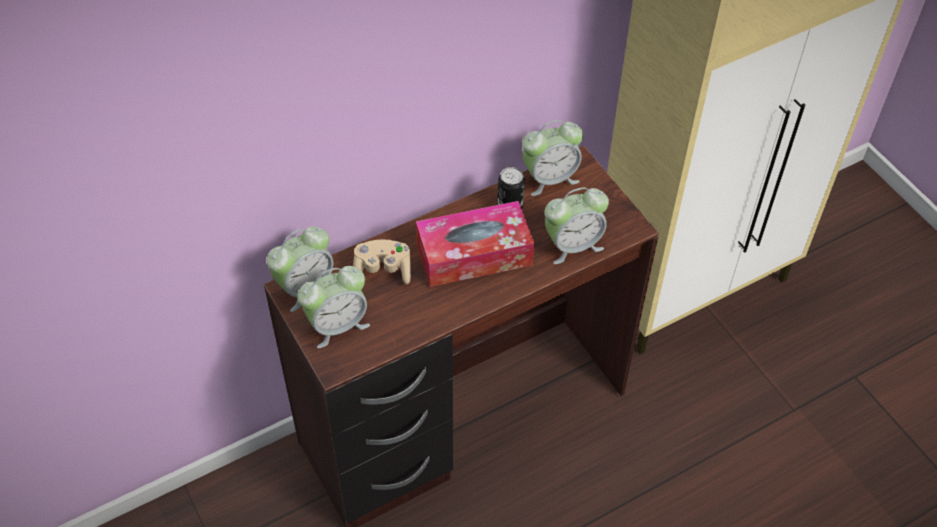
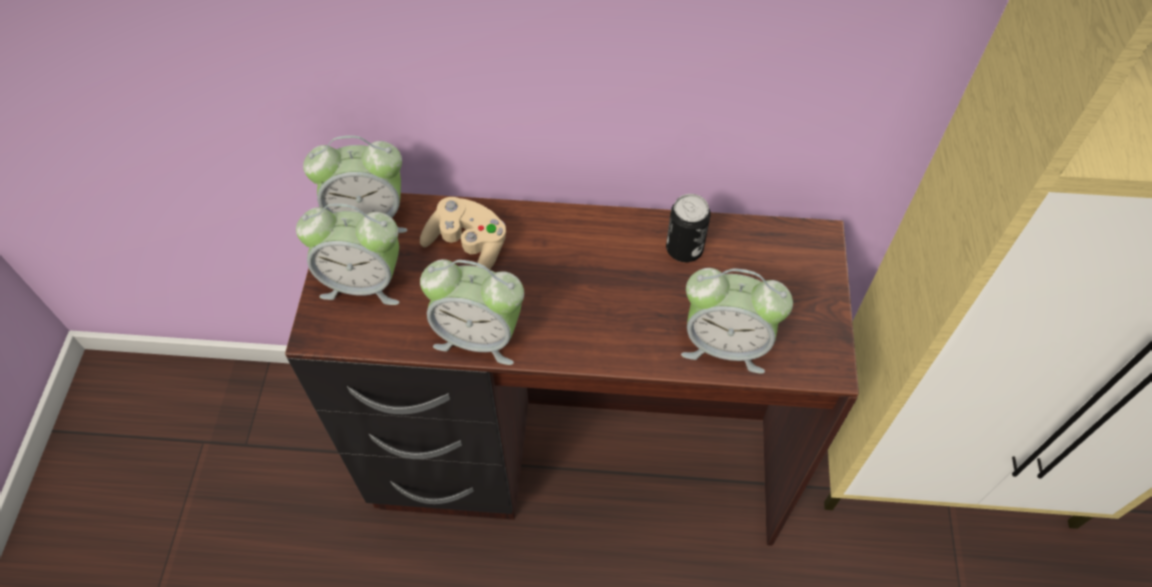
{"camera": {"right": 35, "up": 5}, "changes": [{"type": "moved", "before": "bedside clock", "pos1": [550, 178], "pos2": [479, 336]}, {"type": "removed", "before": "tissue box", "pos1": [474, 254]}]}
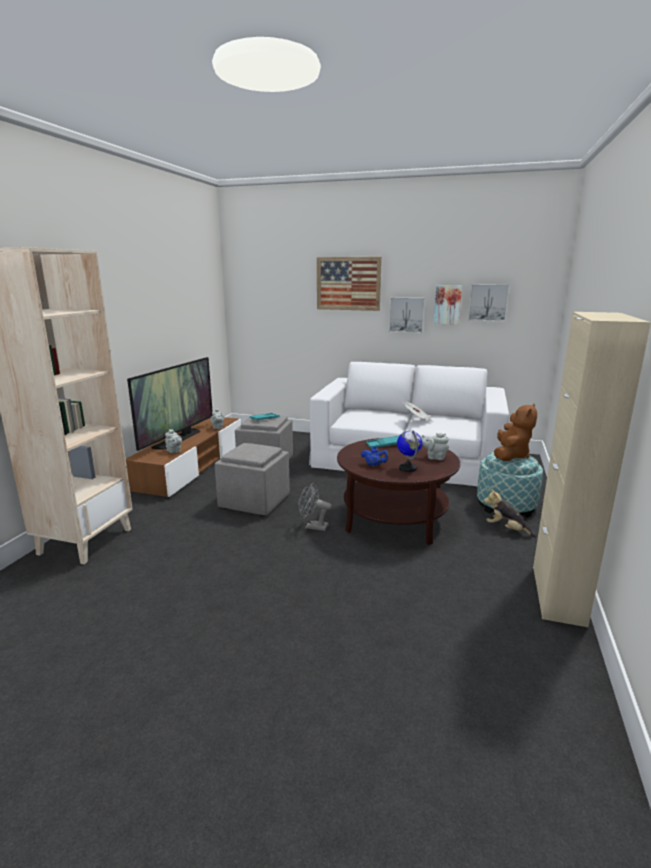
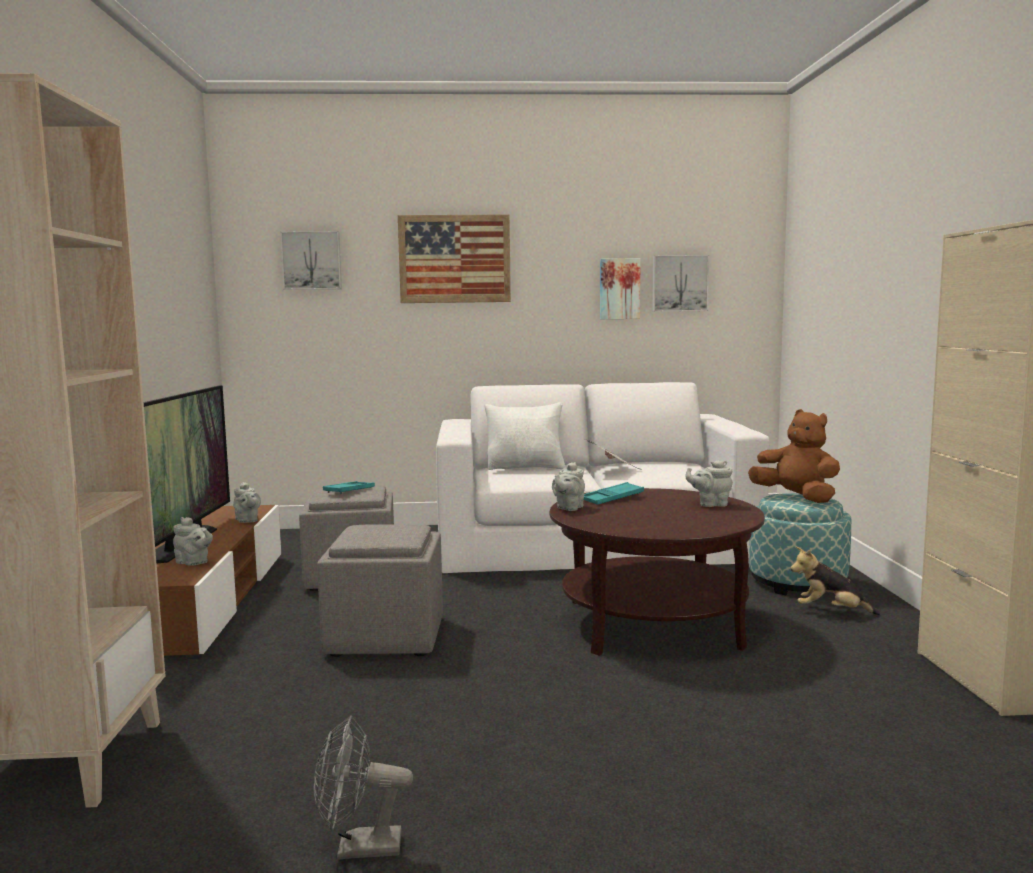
{"camera": {"right": -20, "up": -10}, "changes": [{"type": "moved", "before": "wall art", "pos1": [406, 314], "pos2": [312, 260]}, {"type": "turned", "before": "brown cuddly toy", "pos1": [511, 455], "pos2": [796, 498], "turn": -45}, {"type": "removed", "before": "desk globe", "pos1": [407, 468]}, {"type": "removed", "before": "blue pot for tea", "pos1": [374, 465]}, {"type": "moved", "before": "greyish cooling fan", "pos1": [313, 526], "pos2": [358, 849]}, {"type": "added", "after": "white cushion", "pos2": [525, 468]}, {"type": "added", "after": "greyish pot for tea", "pos2": [568, 508]}]}
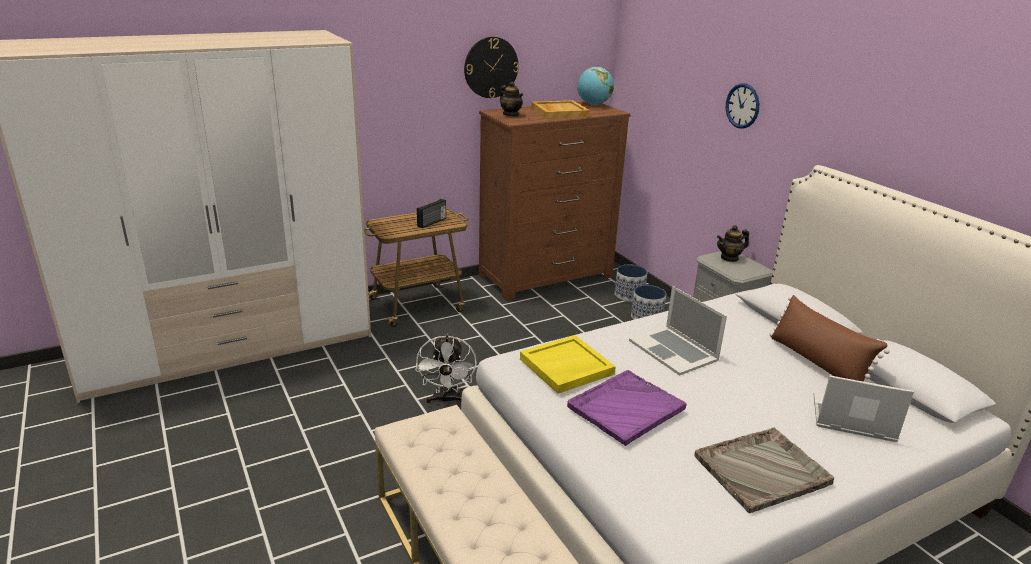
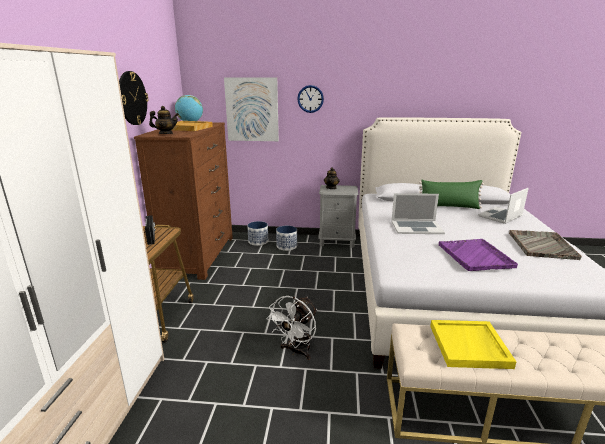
{"camera": {"right": -55, "up": -5}, "changes": [{"type": "recoloured", "before": "brown cushion", "after": "green cushion", "pos1": [817, 363], "pos2": [448, 206]}, {"type": "turned", "before": "white cooling fan", "pos1": [447, 400], "pos2": [296, 351], "turn": 90}, {"type": "moved", "before": "yellowish carrying tray", "pos1": [566, 367], "pos2": [470, 346]}, {"type": "added", "after": "wall art", "pos2": [252, 110]}]}
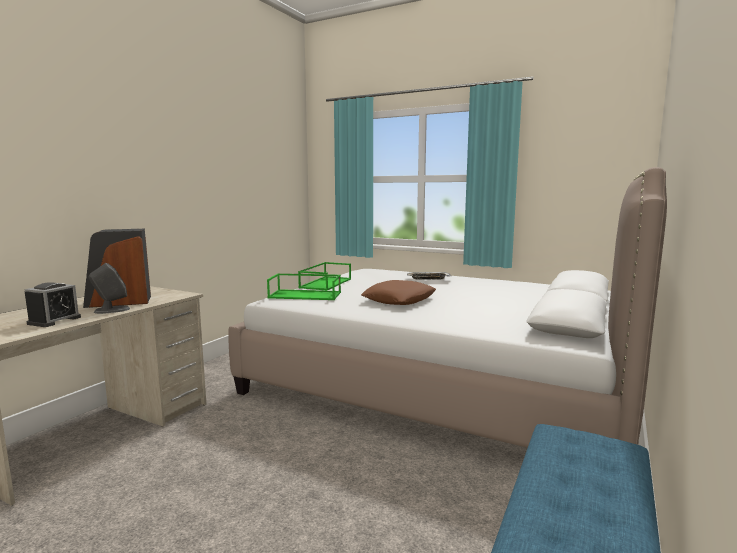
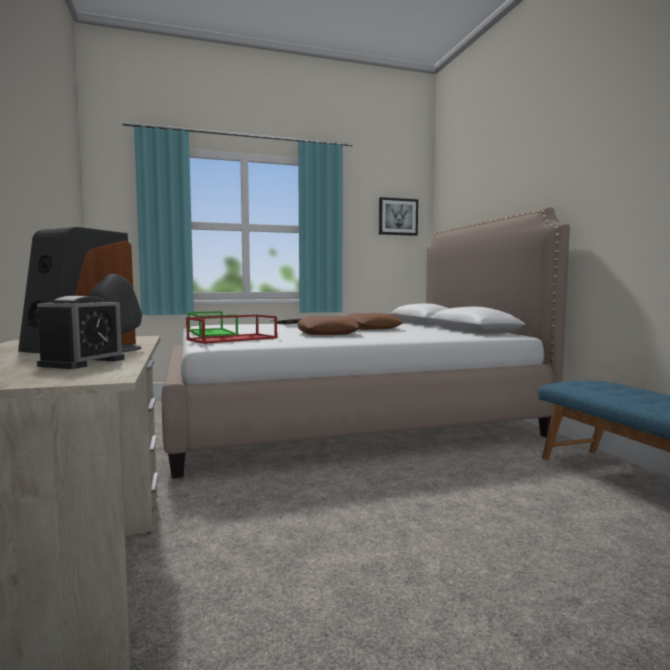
{"camera": {"right": -45, "up": -5}, "changes": [{"type": "recoloured", "before": "green carrying tray", "after": "reddish carrying tray", "pos1": [306, 295], "pos2": [233, 339]}, {"type": "turned", "before": "bedside clock", "pos1": [54, 320], "pos2": [82, 362], "turn": 45}, {"type": "added", "after": "wall art", "pos2": [397, 217]}, {"type": "added", "after": "brown cushion", "pos2": [370, 328]}]}
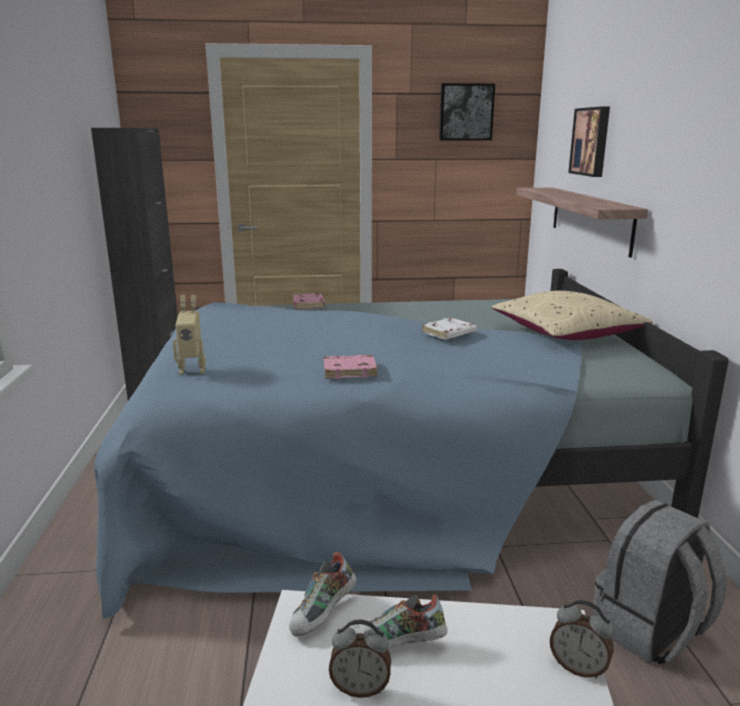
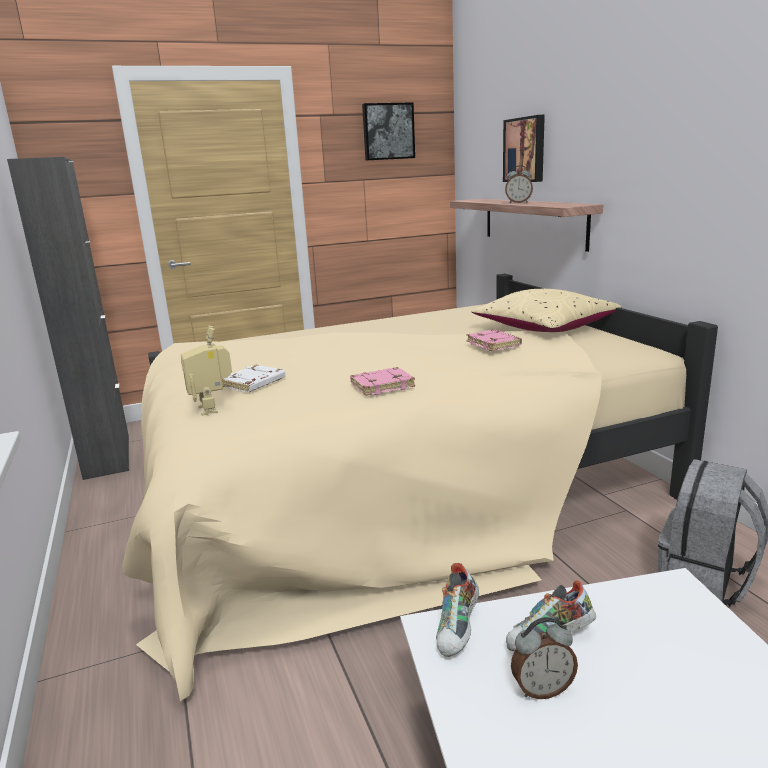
{"camera": {"right": -15, "up": 0}, "changes": [{"type": "recoloured", "before": "blue sleeping bed", "after": "beige-coloured sleeping bed", "pos1": [388, 470], "pos2": [396, 488]}, {"type": "moved", "before": "pink volume", "pos1": [309, 305], "pos2": [494, 344]}, {"type": "turned", "before": "robot figure", "pos1": [193, 369], "pos2": [213, 408], "turn": 90}, {"type": "moved", "before": "white volume", "pos1": [449, 333], "pos2": [254, 383]}, {"type": "moved", "before": "bedside clock", "pos1": [578, 667], "pos2": [518, 203]}]}
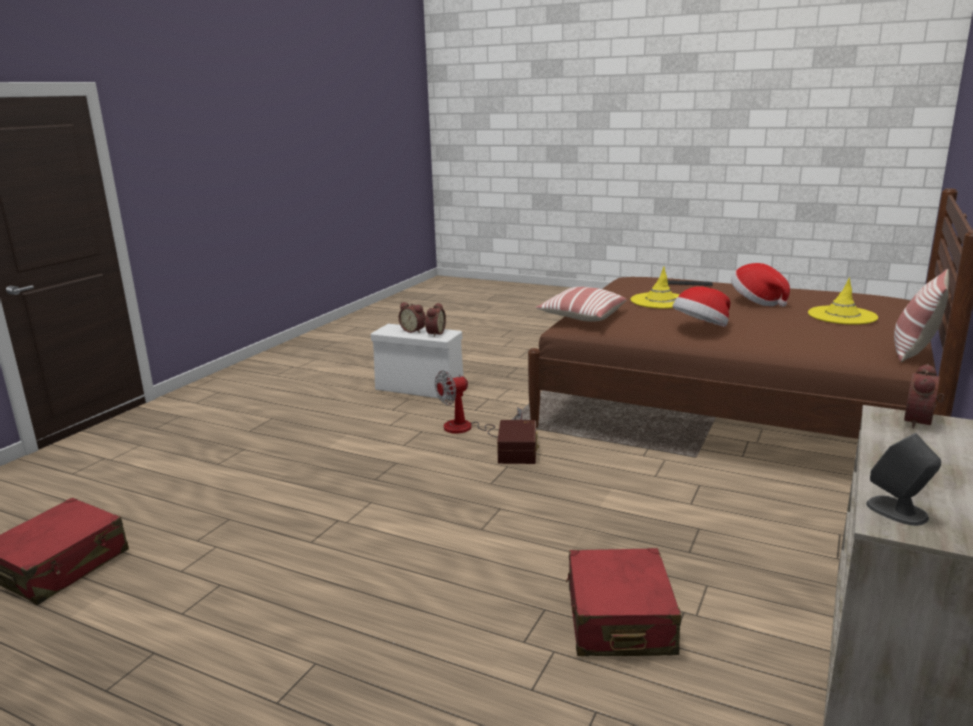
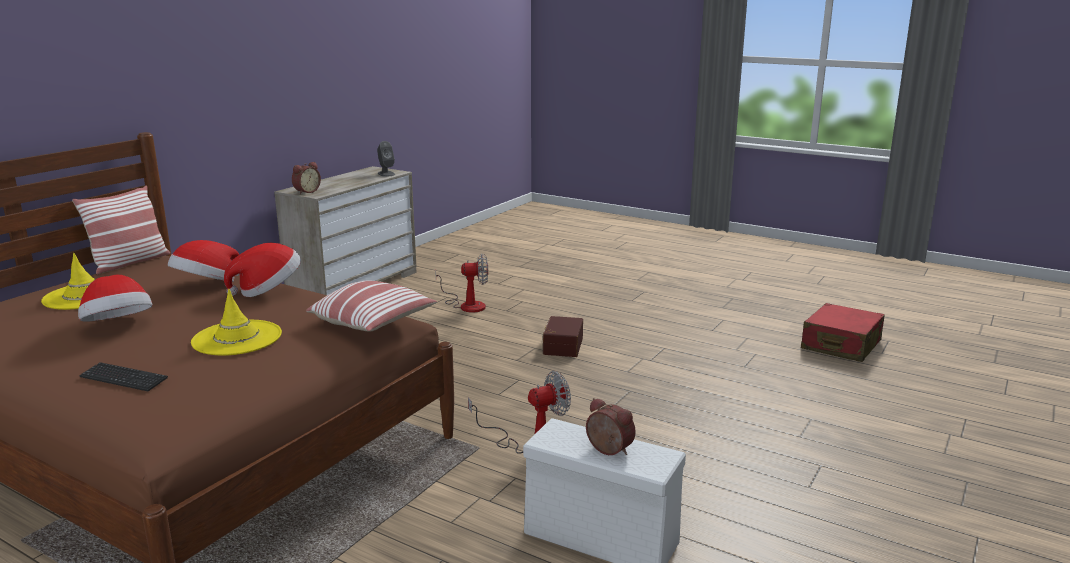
{"camera": {"right": -175, "up": 0}, "changes": [{"type": "removed", "before": "bedside clock", "pos1": [434, 333]}, {"type": "moved", "before": "brown storage box", "pos1": [519, 452], "pos2": [561, 346]}, {"type": "replaced", "before": "reddish travel case", "after": "cooling fan", "pos1": [619, 620], "pos2": [467, 305]}, {"type": "added", "after": "hat", "pos2": [207, 286]}]}
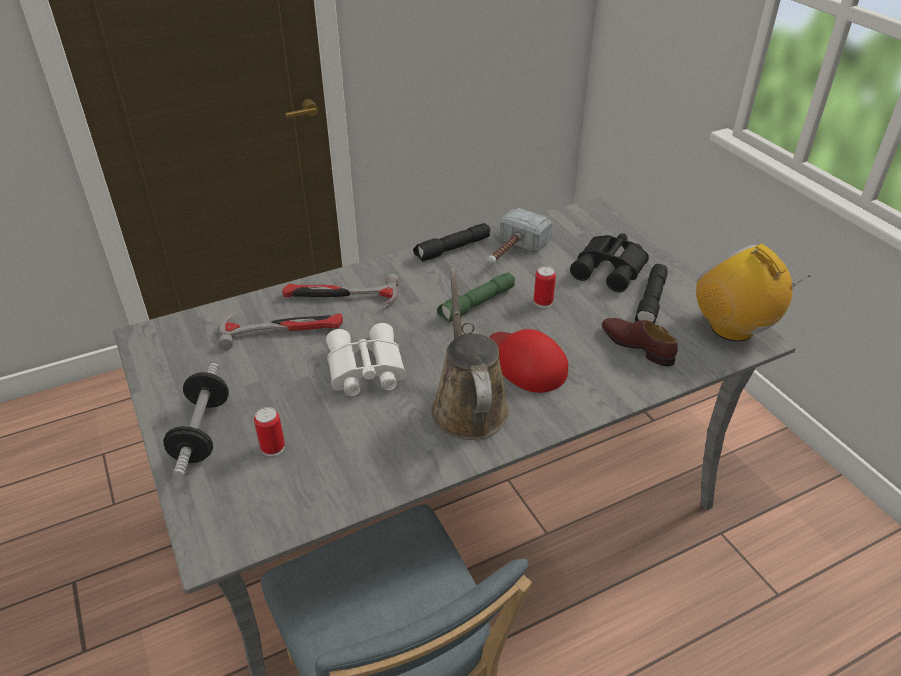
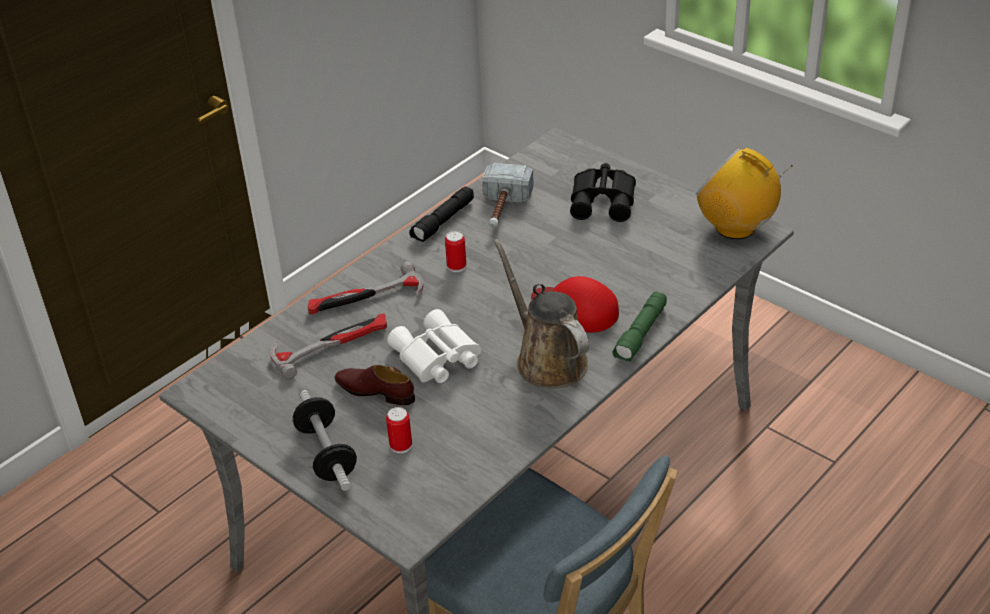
{"camera": {"right": -20, "up": 0}, "changes": [{"type": "removed", "before": "blackish hand torch", "pos1": [651, 302]}, {"type": "moved", "before": "can", "pos1": [543, 302], "pos2": [456, 266]}, {"type": "moved", "before": "green hand torch", "pos1": [477, 305], "pos2": [641, 334]}, {"type": "moved", "before": "brown item of footwear", "pos1": [637, 345], "pos2": [375, 391]}]}
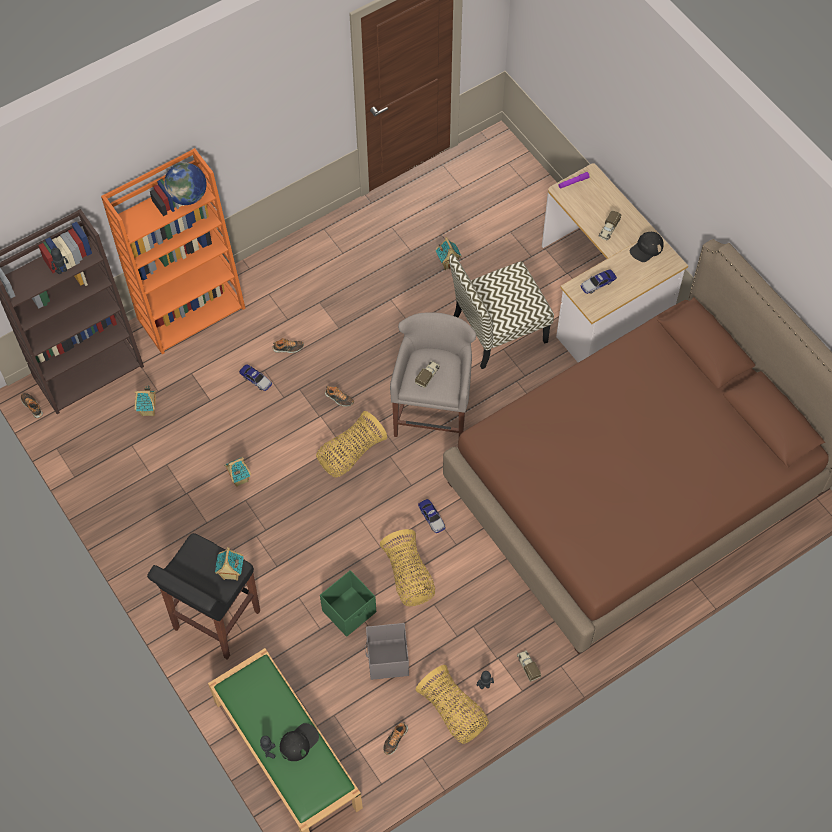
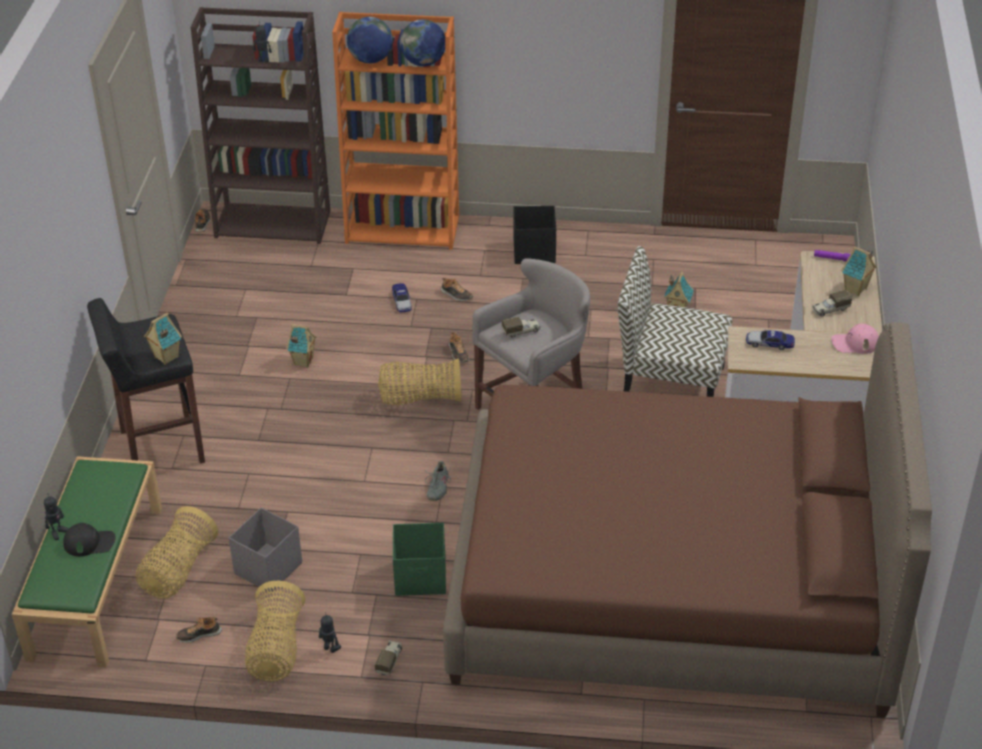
{"camera": {"right": 40, "up": -20}, "changes": [{"type": "recoloured", "before": "blackish peaked cap", "after": "pink peaked cap", "pos1": [646, 248], "pos2": [855, 343]}, {"type": "moved", "before": "model house", "pos1": [149, 410], "pos2": [856, 289]}, {"type": "replaced", "before": "model car", "after": "greyish item of footwear", "pos1": [431, 517], "pos2": [437, 487]}, {"type": "moved", "before": "household basket", "pos1": [408, 577], "pos2": [178, 571]}, {"type": "moved", "before": "green storage box", "pos1": [350, 611], "pos2": [421, 578]}, {"type": "added", "after": "desk globe", "pos2": [370, 60]}, {"type": "added", "after": "blackish storage box", "pos2": [533, 252]}]}
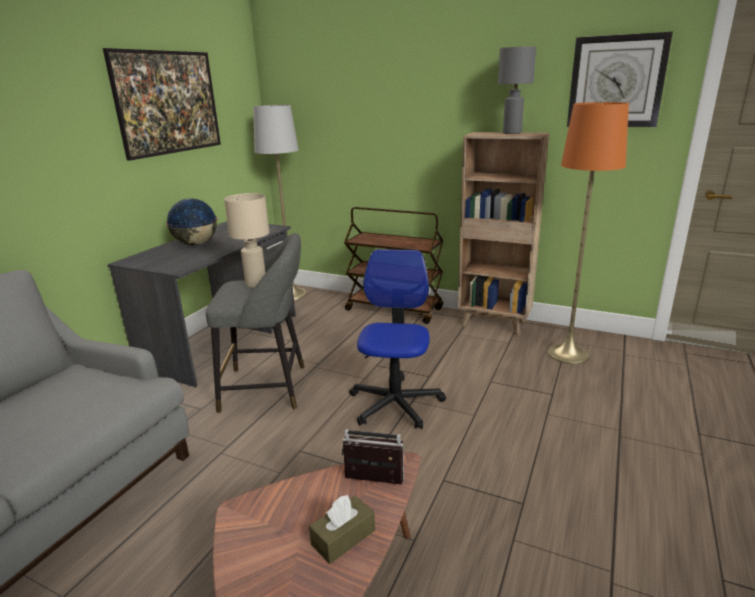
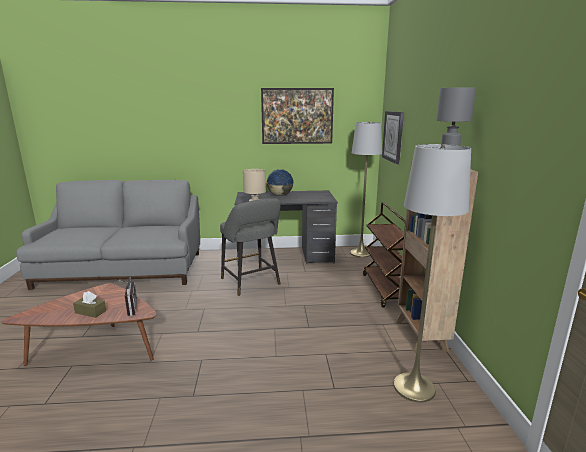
{"camera": {"right": 60, "up": -5}, "changes": [{"type": "moved", "before": "wall clock", "pos1": [616, 82], "pos2": [393, 136]}, {"type": "recoloured", "before": "orange floor lamp", "after": "greyish floor lamp", "pos1": [568, 354], "pos2": [414, 387]}, {"type": "removed", "before": "office chair", "pos1": [395, 404]}]}
